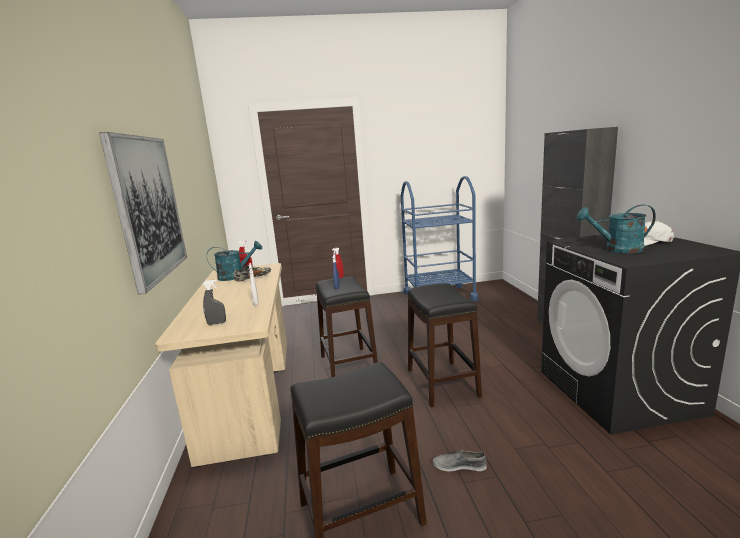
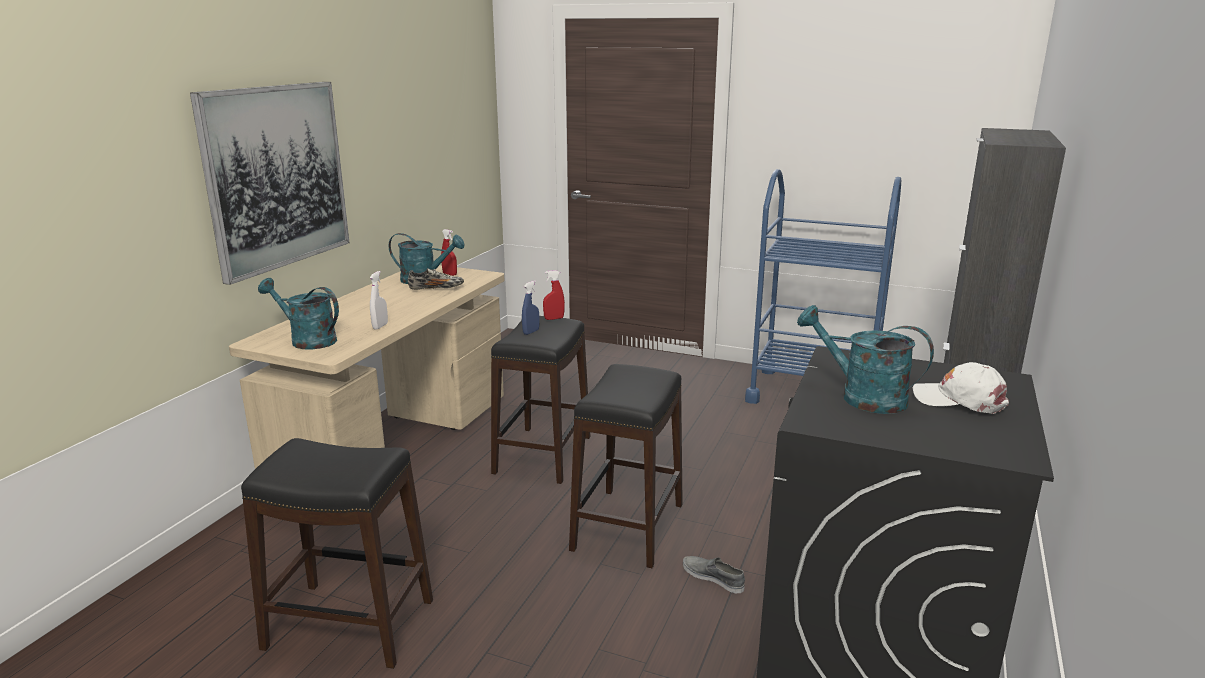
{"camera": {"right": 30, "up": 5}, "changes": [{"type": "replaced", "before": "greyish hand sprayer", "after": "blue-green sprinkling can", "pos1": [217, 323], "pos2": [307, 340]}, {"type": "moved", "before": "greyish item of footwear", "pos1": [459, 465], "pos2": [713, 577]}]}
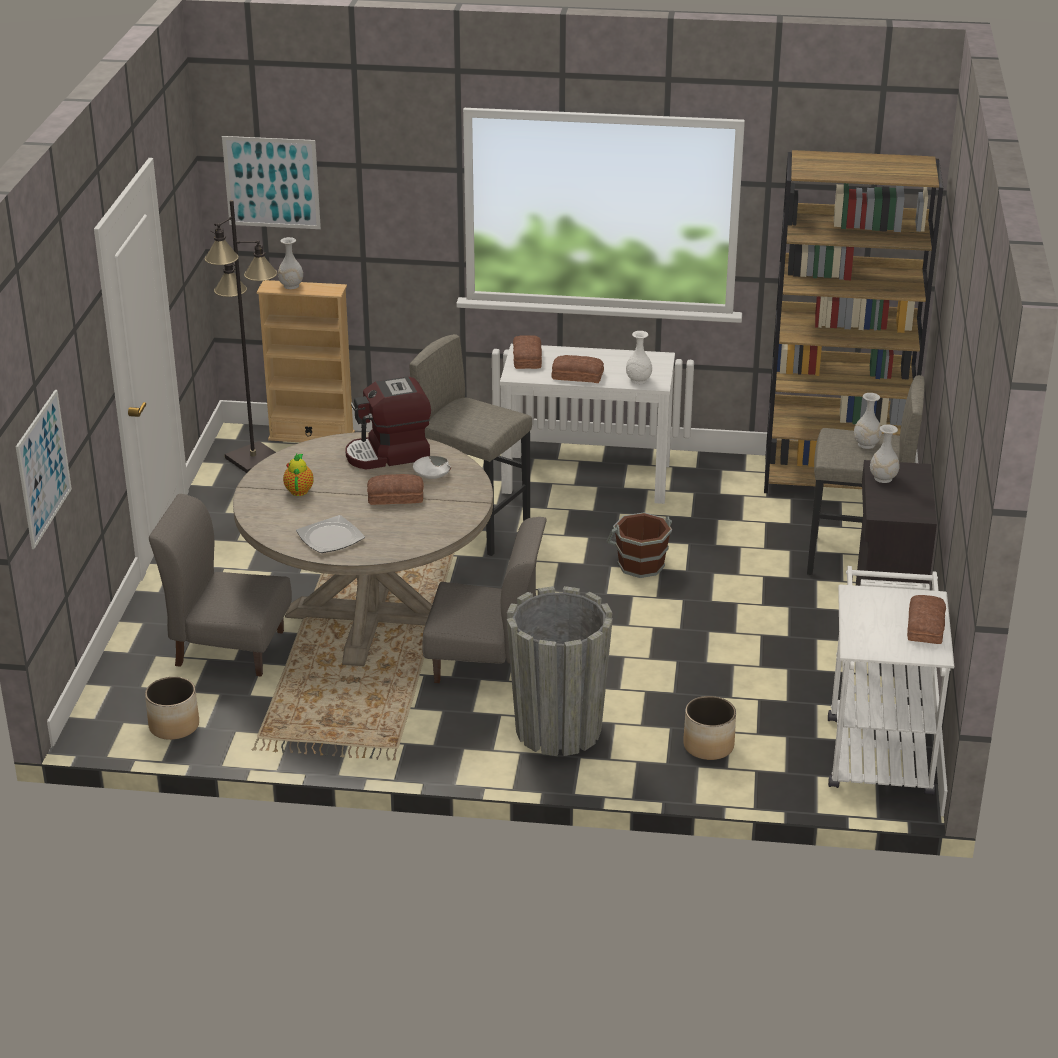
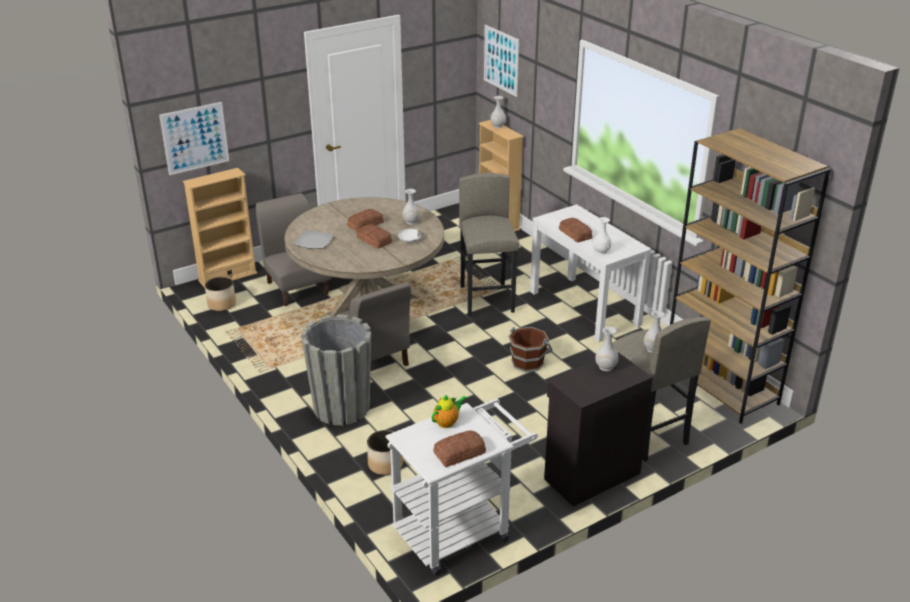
{"camera": {"right": 50, "up": 0}, "changes": [{"type": "removed", "before": "blackish floor lamp", "pos1": [252, 459]}, {"type": "moved", "before": "bakery bread", "pos1": [526, 358], "pos2": [364, 224]}, {"type": "replaced", "before": "coffee maker", "after": "white flower vase", "pos1": [389, 454], "pos2": [411, 222]}, {"type": "moved", "before": "pot for tea", "pos1": [299, 490], "pos2": [447, 422]}, {"type": "added", "after": "beige-coloured bookshelf", "pos2": [227, 277]}]}
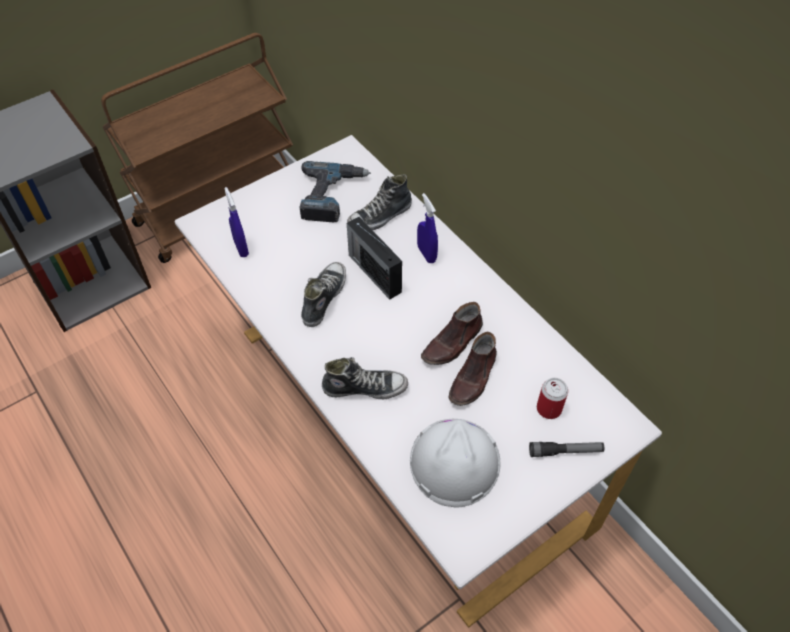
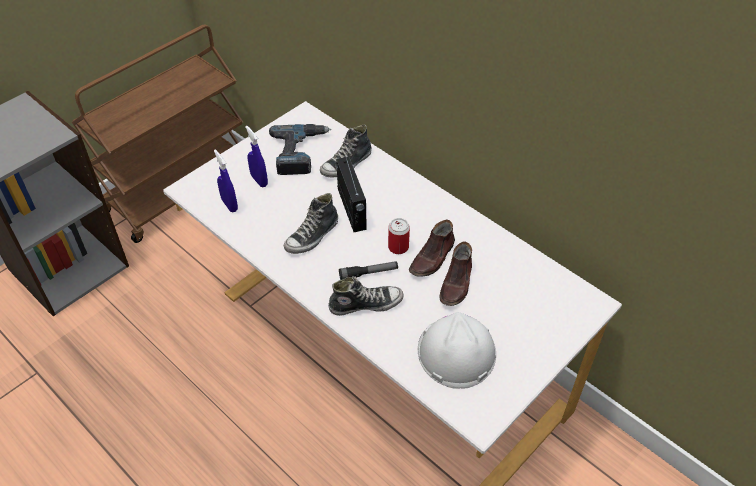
{"camera": {"right": -10, "up": -5}, "changes": [{"type": "moved", "before": "blue hand sprayer", "pos1": [426, 254], "pos2": [259, 180]}, {"type": "turned", "before": "radio set", "pos1": [374, 272], "pos2": [351, 210], "turn": -150}, {"type": "turned", "before": "item of footwear", "pos1": [323, 298], "pos2": [312, 236], "turn": -150}, {"type": "moved", "before": "can", "pos1": [549, 408], "pos2": [398, 247]}, {"type": "moved", "before": "hand torch", "pos1": [565, 451], "pos2": [368, 273]}]}
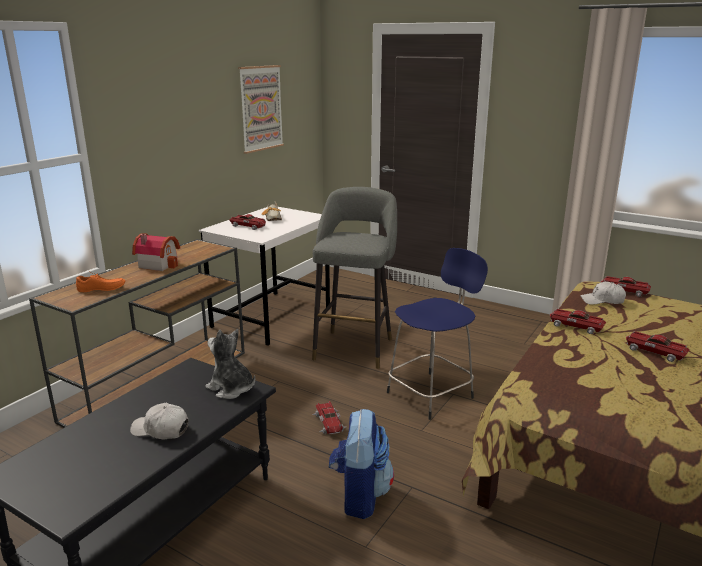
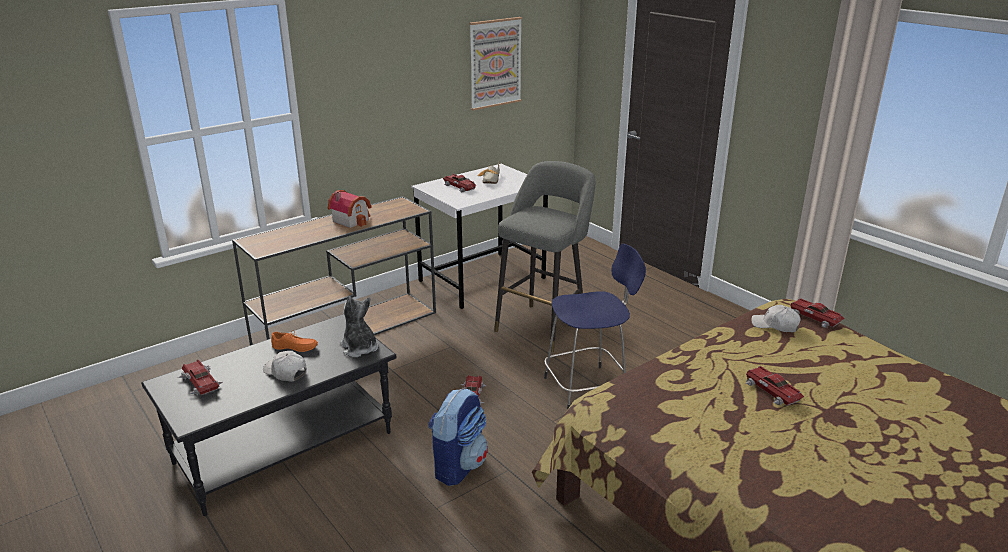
{"camera": {"right": 20, "up": 5}, "changes": [{"type": "moved", "before": "orange item of footwear", "pos1": [101, 289], "pos2": [294, 348]}, {"type": "moved", "before": "model car", "pos1": [575, 326], "pos2": [200, 382]}]}
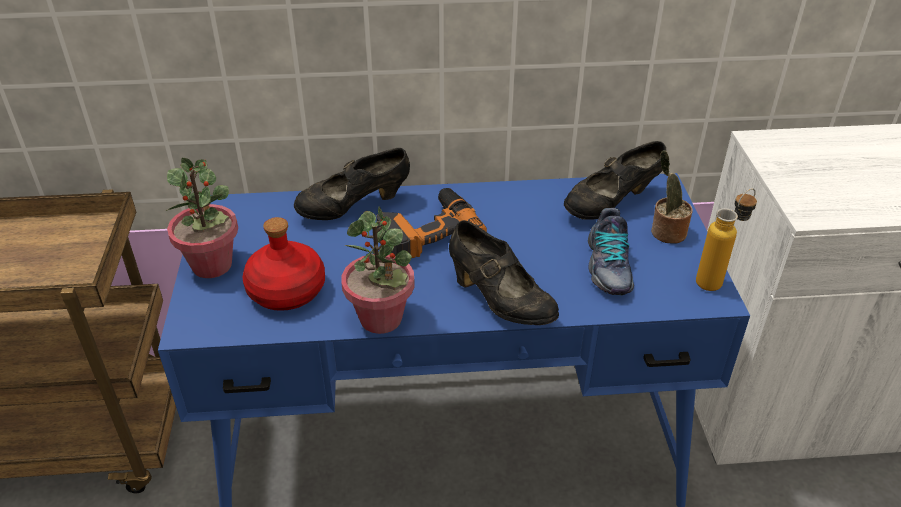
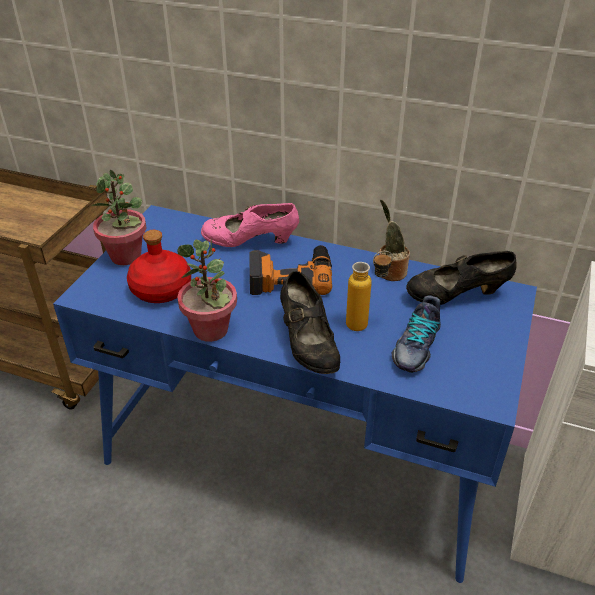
{"camera": {"right": 25, "up": 0}, "changes": [{"type": "recoloured", "before": "blackish item of footwear", "after": "pink item of footwear", "pos1": [354, 207], "pos2": [250, 242]}, {"type": "moved", "before": "plant in a pot", "pos1": [665, 232], "pos2": [390, 271]}, {"type": "moved", "before": "drink bottle", "pos1": [716, 279], "pos2": [365, 324]}]}
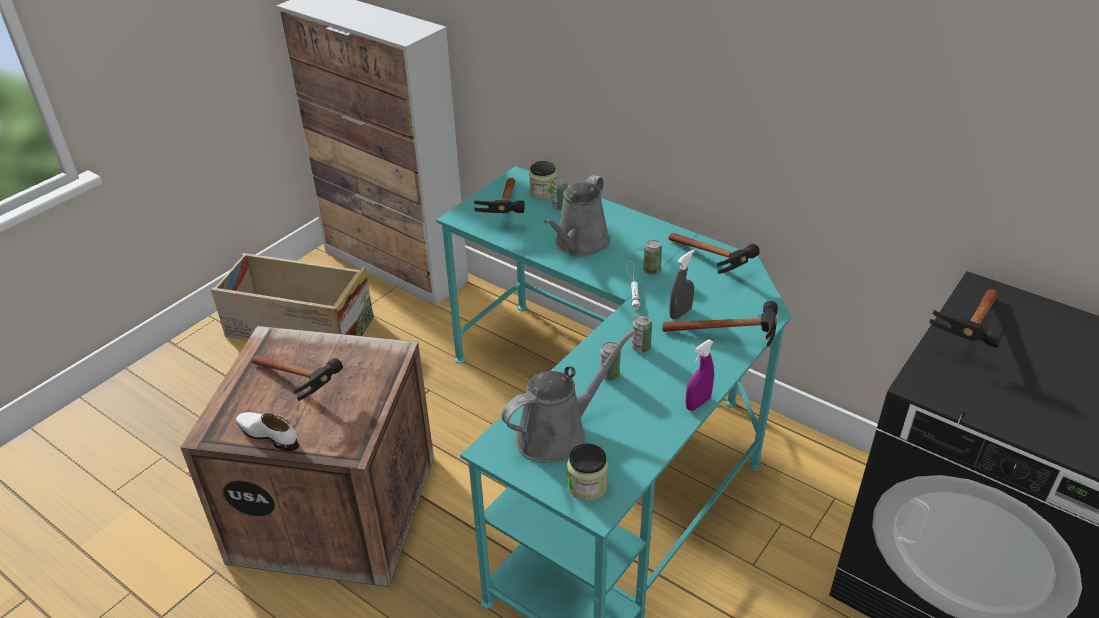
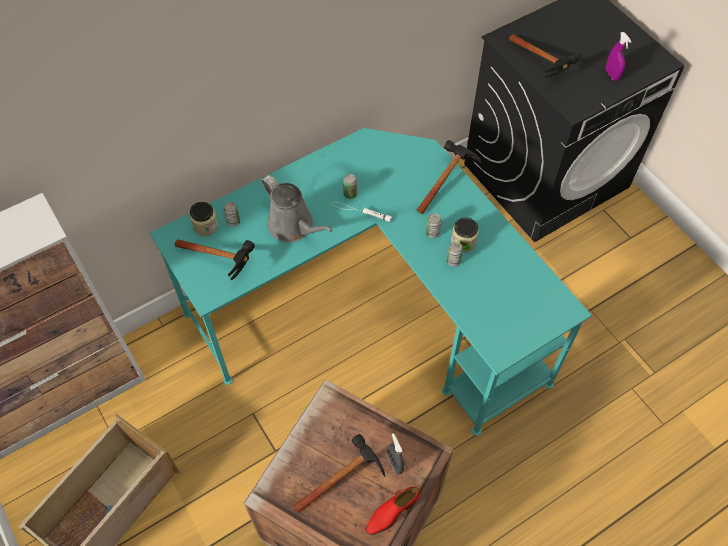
{"camera": {"right": -70, "up": 20}, "changes": [{"type": "removed", "before": "hammer", "pos1": [715, 268]}, {"type": "moved", "before": "greyish hand sprayer", "pos1": [680, 313], "pos2": [395, 464]}, {"type": "removed", "before": "greyish sprinkling can", "pos1": [557, 434]}, {"type": "moved", "before": "purple hand sprayer", "pos1": [697, 403], "pos2": [612, 75]}, {"type": "recoloured", "before": "white item of footwear", "after": "reddish item of footwear", "pos1": [268, 435], "pos2": [391, 512]}, {"type": "moved", "before": "storage jar", "pos1": [587, 486], "pos2": [463, 242]}]}
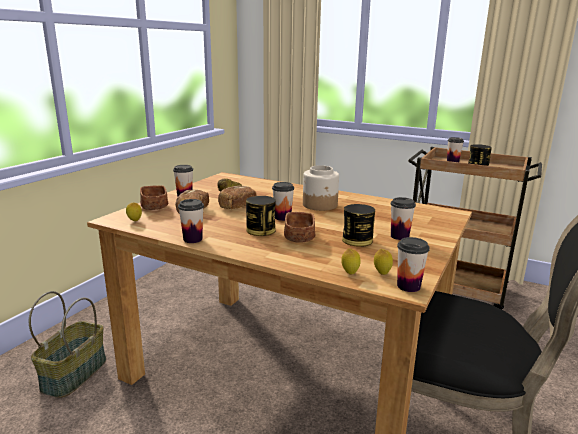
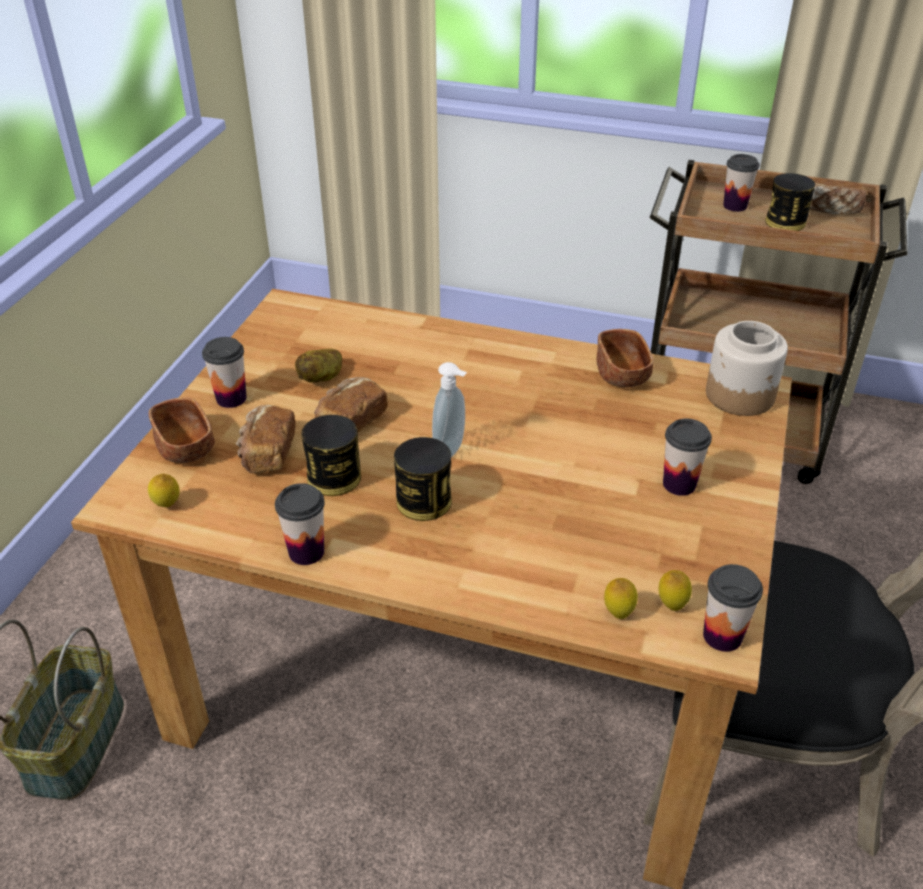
{"camera": {"right": -10, "up": 20}, "changes": [{"type": "moved", "before": "storage jar", "pos1": [320, 205], "pos2": [741, 395]}, {"type": "replaced", "before": "small cup", "after": "soap bottle", "pos1": [282, 217], "pos2": [451, 451]}, {"type": "moved", "before": "can", "pos1": [357, 240], "pos2": [334, 478]}, {"type": "moved", "before": "brown deep dish", "pos1": [299, 238], "pos2": [622, 374]}, {"type": "added", "after": "bakery bread", "pos2": [831, 210]}]}
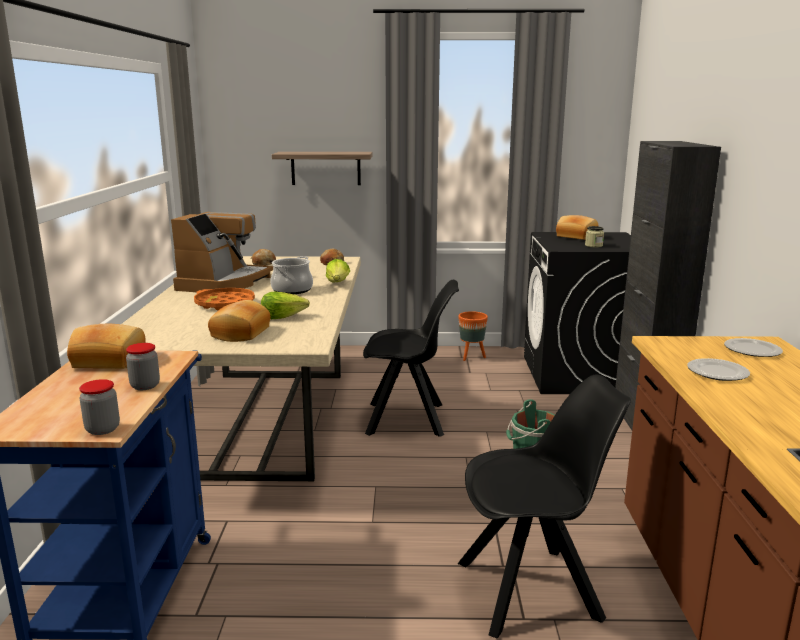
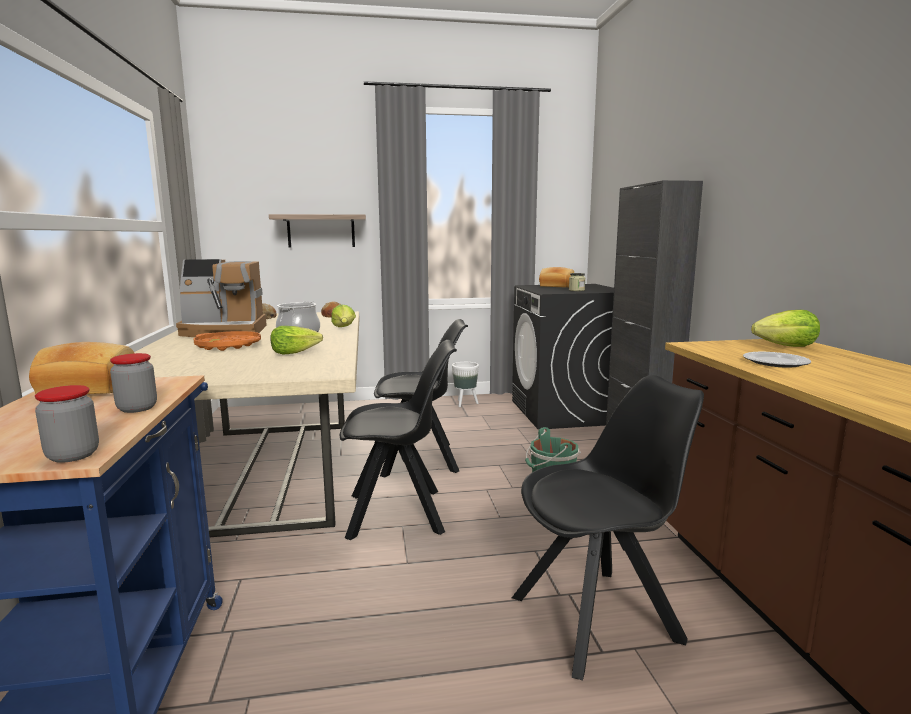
{"camera": {"right": -10, "up": -5}, "changes": [{"type": "turned", "before": "coffee maker", "pos1": [224, 283], "pos2": [224, 331], "turn": 75}, {"type": "removed", "before": "bakery bread", "pos1": [239, 333]}, {"type": "recoloured", "before": "orange flower pot", "after": "white flower pot", "pos1": [471, 357], "pos2": [465, 403]}, {"type": "replaced", "before": "flat dish", "after": "lettuce head", "pos1": [753, 350], "pos2": [786, 346]}, {"type": "added", "after": "blackish upright chair", "pos2": [399, 513]}]}
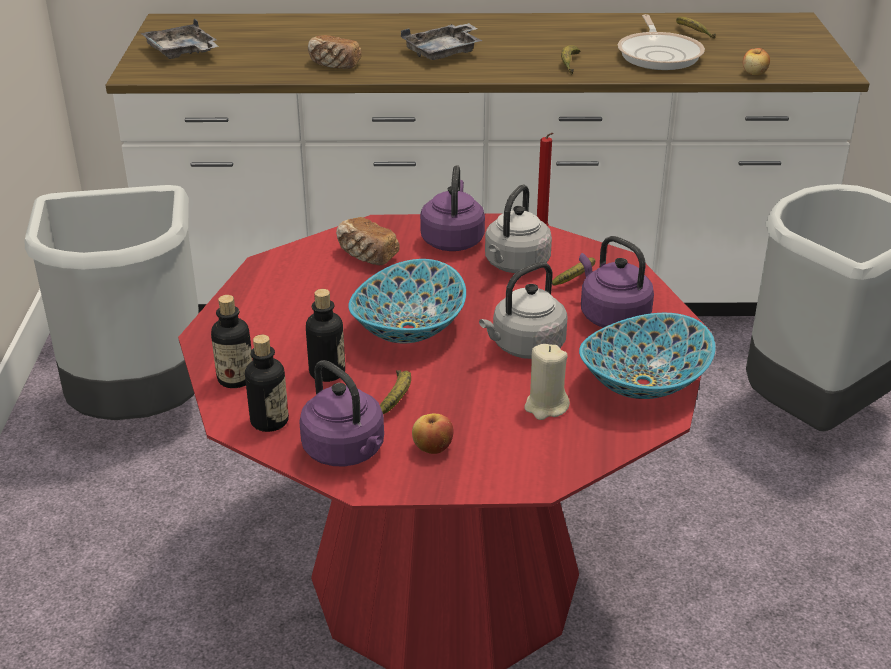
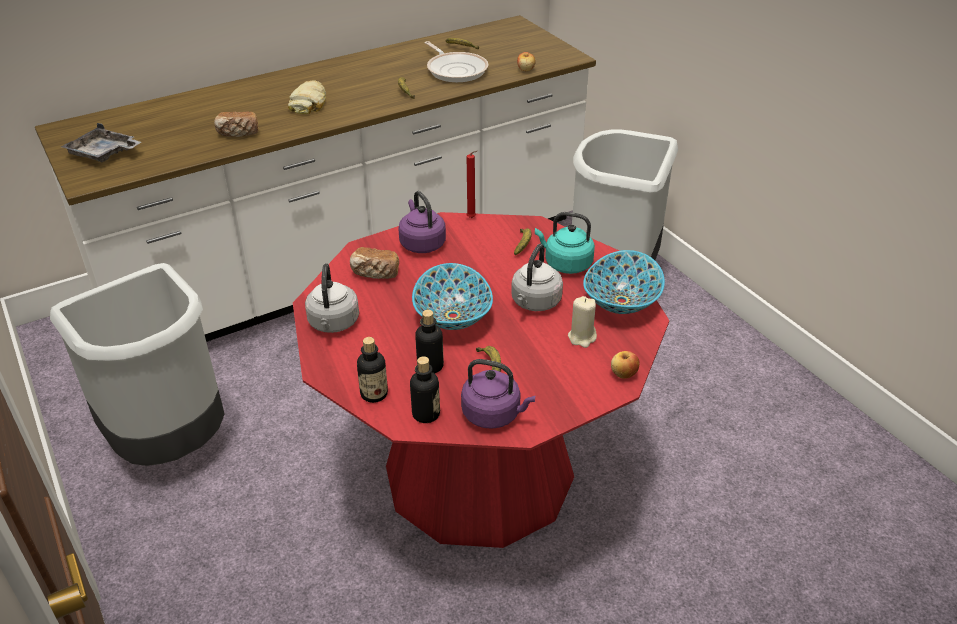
{"camera": {"right": -30, "up": 5}, "changes": [{"type": "replaced", "before": "greyish carrying tray", "after": "bakery bread", "pos1": [444, 52], "pos2": [309, 103]}, {"type": "moved", "before": "greyish water kettle", "pos1": [515, 265], "pos2": [333, 324]}, {"type": "recoloured", "before": "purple water kettle", "after": "blue-green water kettle", "pos1": [611, 316], "pos2": [565, 264]}, {"type": "moved", "before": "whole apple", "pos1": [432, 448], "pos2": [623, 374]}]}
